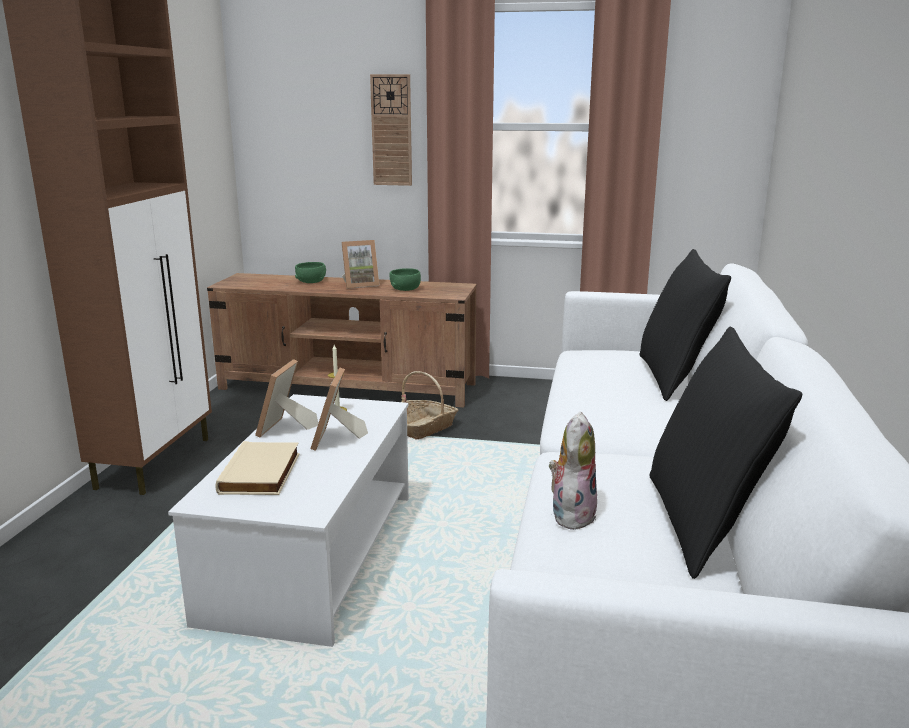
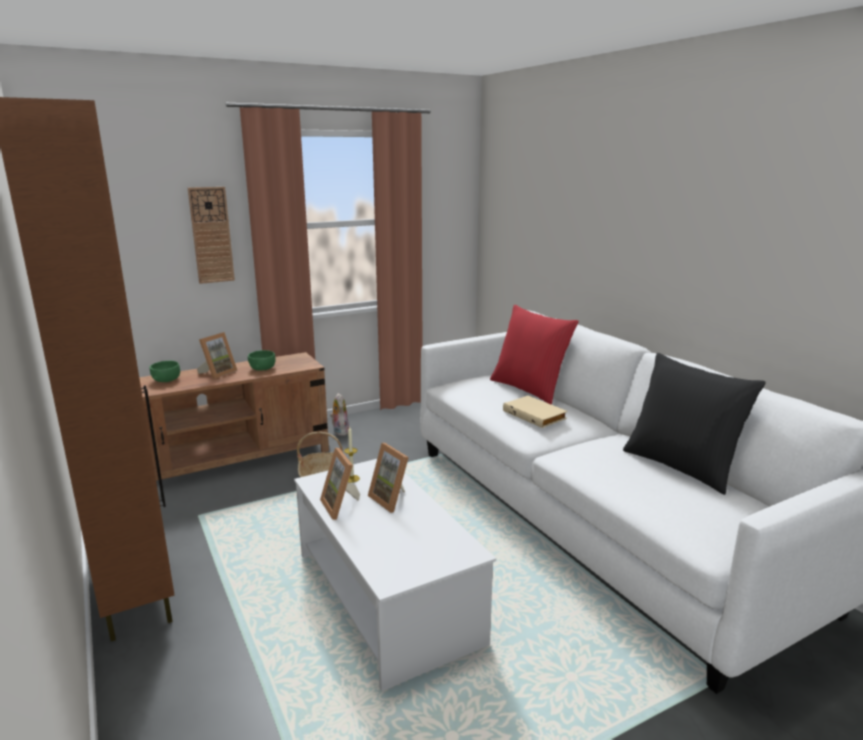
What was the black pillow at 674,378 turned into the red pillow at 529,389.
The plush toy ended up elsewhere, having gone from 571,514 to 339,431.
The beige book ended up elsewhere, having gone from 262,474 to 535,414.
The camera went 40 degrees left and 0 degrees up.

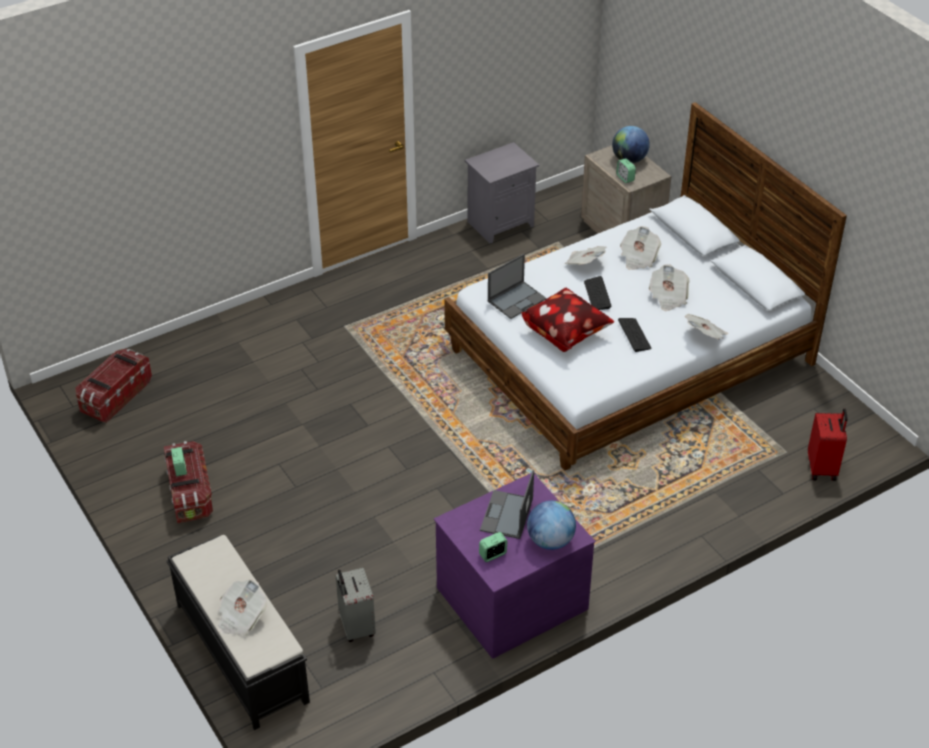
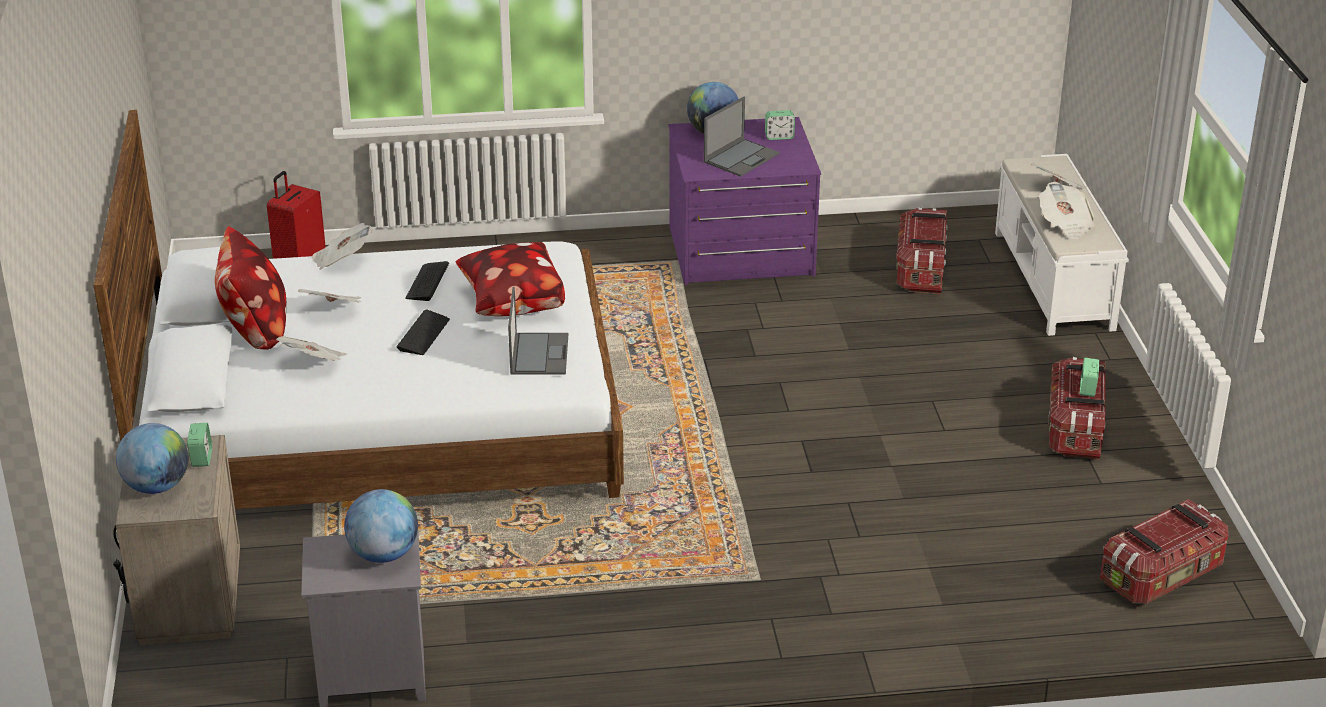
The newspaper ended up elsewhere, having gone from 584,264 to 1065,225.
The laptop at 517,299 ended up facing another way, 105 degrees clockwise from before.
What was the black bench at 241,652 turned into the white bench at 1054,281.
Where the grey suitcase stood at 355,627, the storage box came to stand at 921,270.
The second view gained the pillow at 255,328.
The second view gained the globe at 383,554.
The camera went 155 degrees left and 10 degrees down.

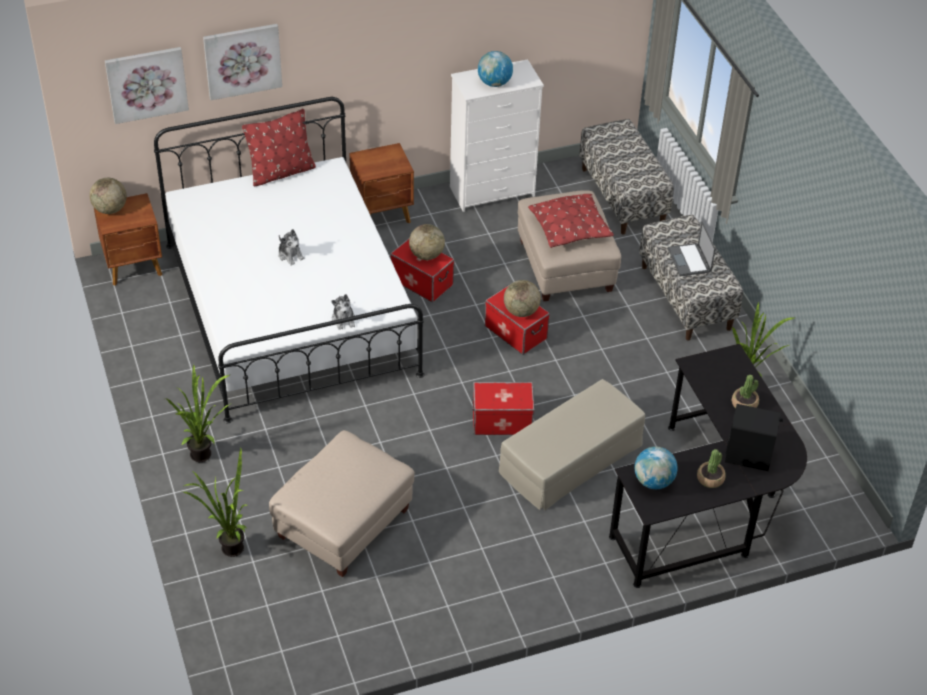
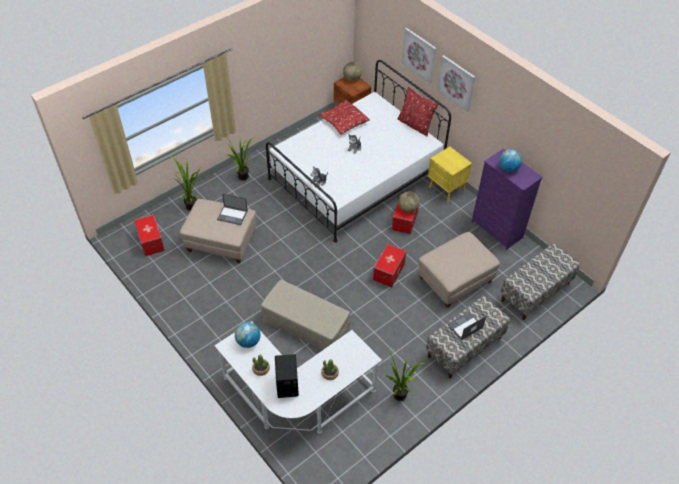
The picture ended up elsewhere, having gone from 146,84 to 456,83.
What was the white dresser at 493,192 turned into the purple dresser at 497,230.
What was the brown nightstand at 383,215 turned into the yellow nightstand at 446,189.
The red pillow ended up elsewhere, having gone from 570,229 to 343,122.
The second view lost the globe at 521,311.
What was the black desk at 708,505 turned into the white desk at 297,399.
The storage box ended up elsewhere, having gone from 502,421 to 151,242.
The second view gained the laptop at 232,215.
The camera went 70 degrees right and 5 degrees up.

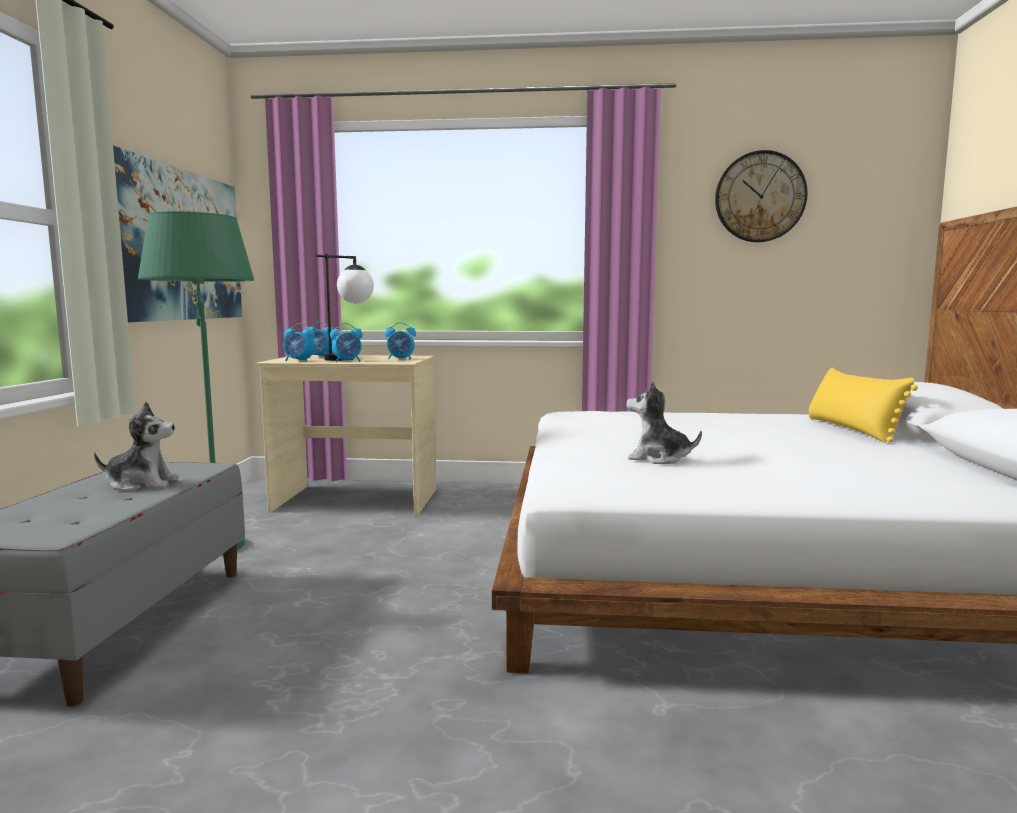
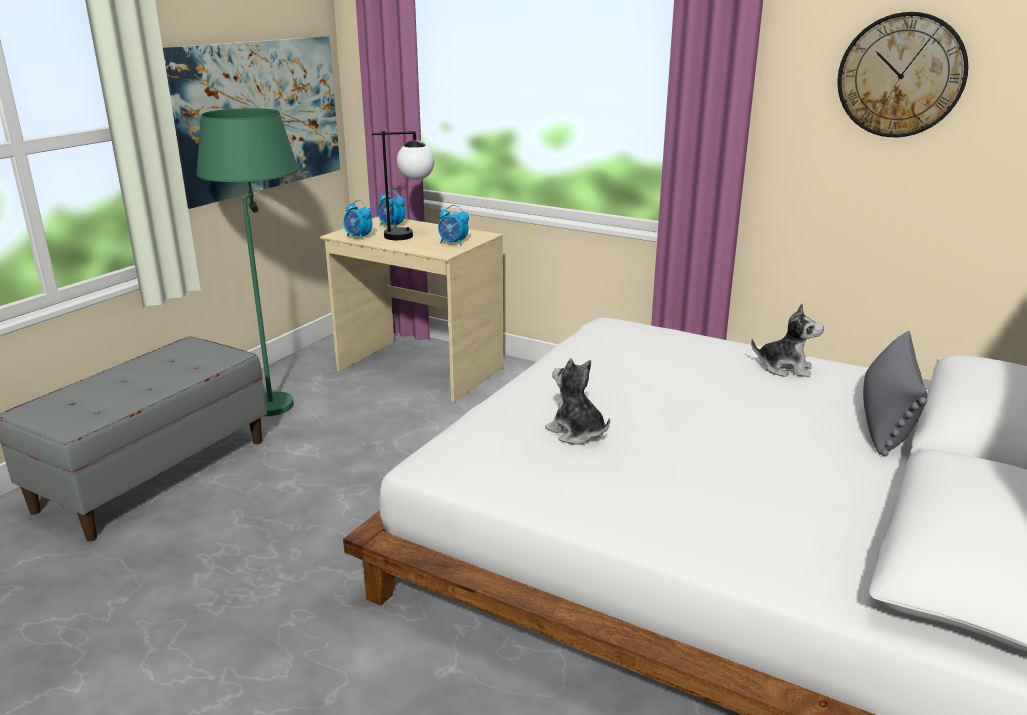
The second view lost the alarm clock at 347,361.
What was the yellow pillow at 852,430 turned into the grey pillow at 886,419.
The plush toy ended up elsewhere, having gone from 142,484 to 785,368.
The camera went 25 degrees right and 15 degrees up.

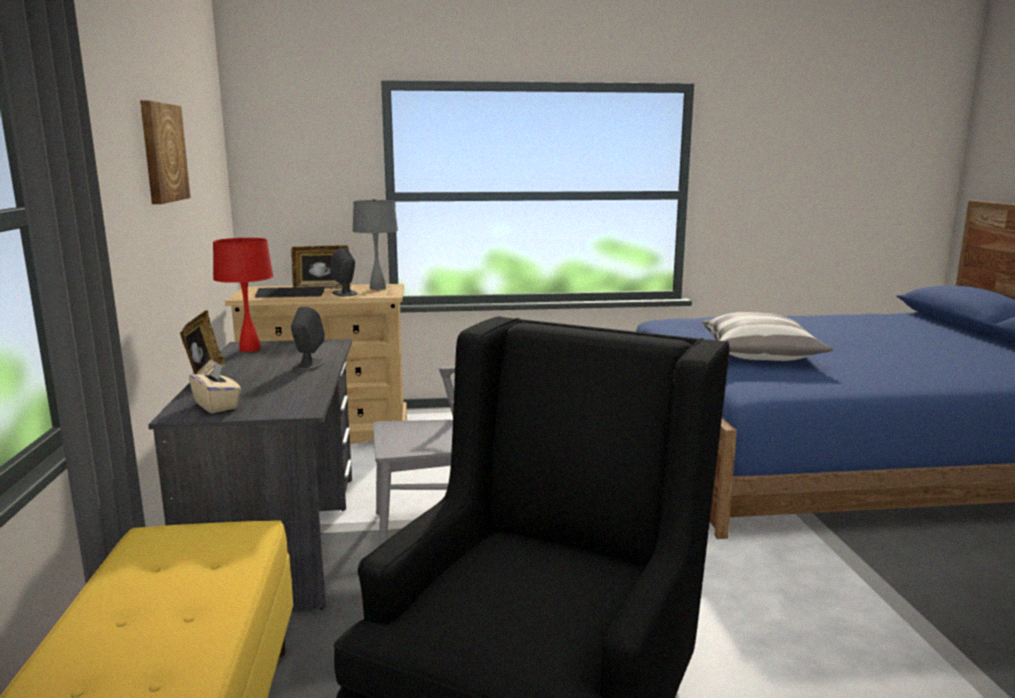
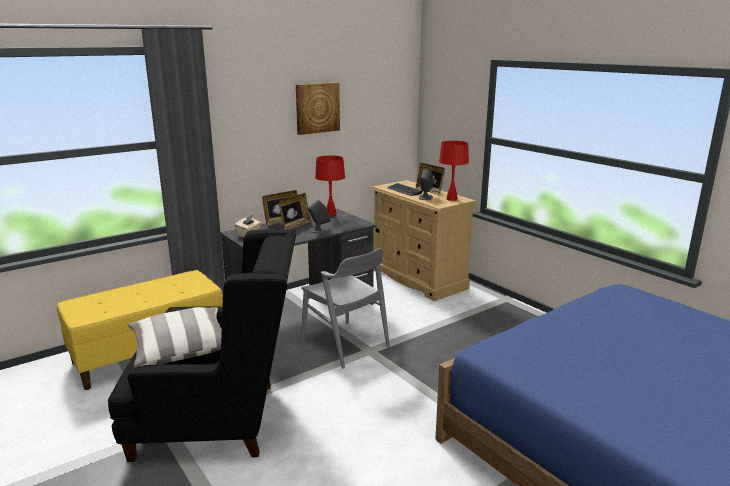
What was the grey table lamp at 377,288 turned into the red table lamp at 451,199.
The pillow ended up elsewhere, having gone from 759,354 to 181,349.
The second view gained the picture frame at 295,226.
The camera went 60 degrees right and 5 degrees up.

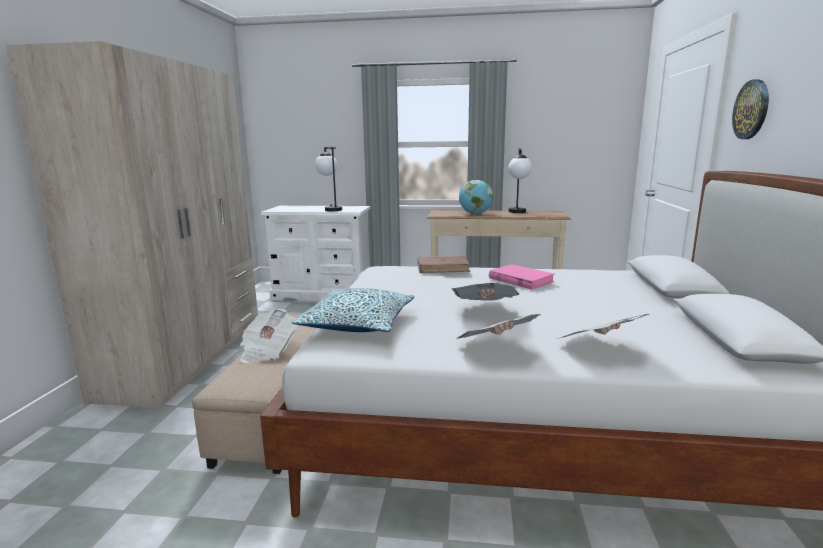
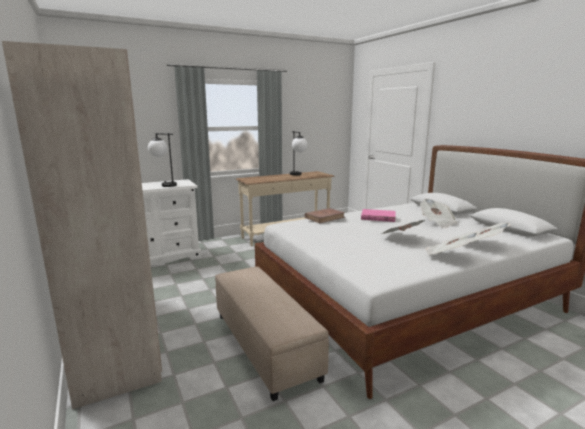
The second view lost the wall clock at 751,109.
The second view lost the globe at 475,214.
The second view lost the pillow at 357,324.
The newspaper ended up elsewhere, having gone from 268,351 to 437,222.
The camera went 35 degrees left and 0 degrees up.

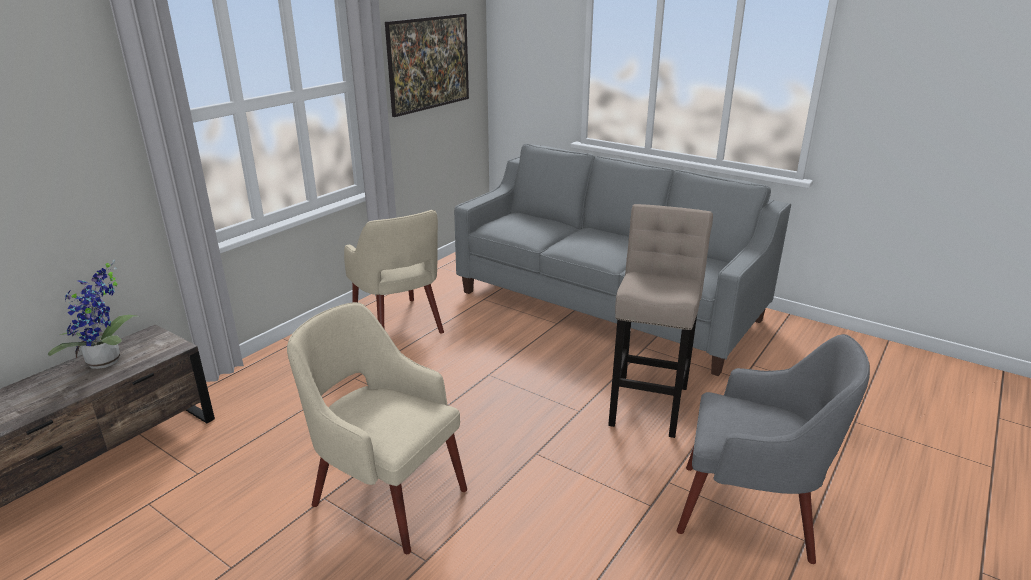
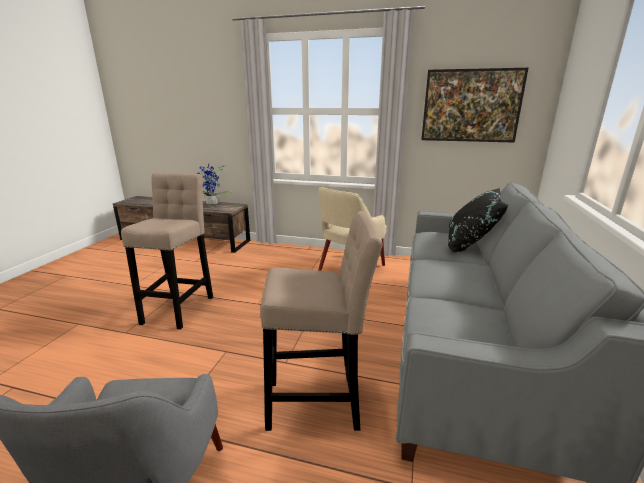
Where the beige armchair stood at 386,495, the beige stool came to stand at 180,307.
The second view gained the black pillow at 470,244.
The camera went 70 degrees right and 5 degrees down.

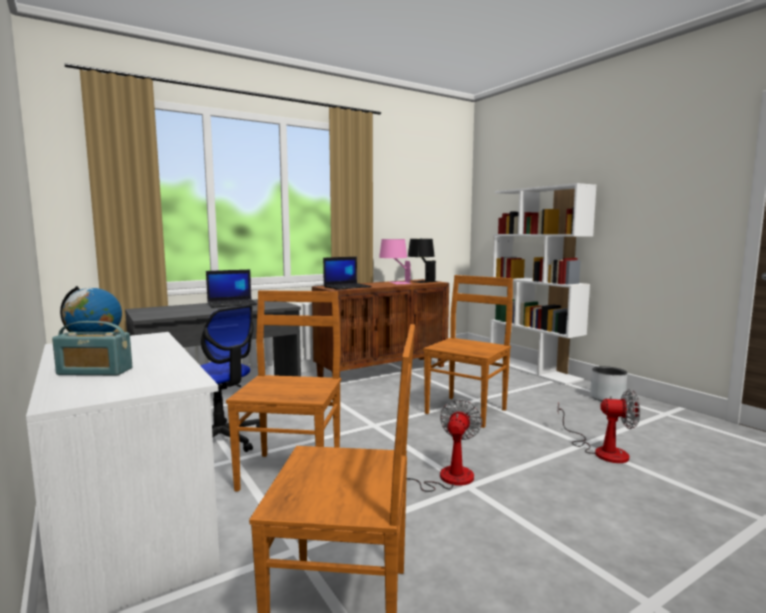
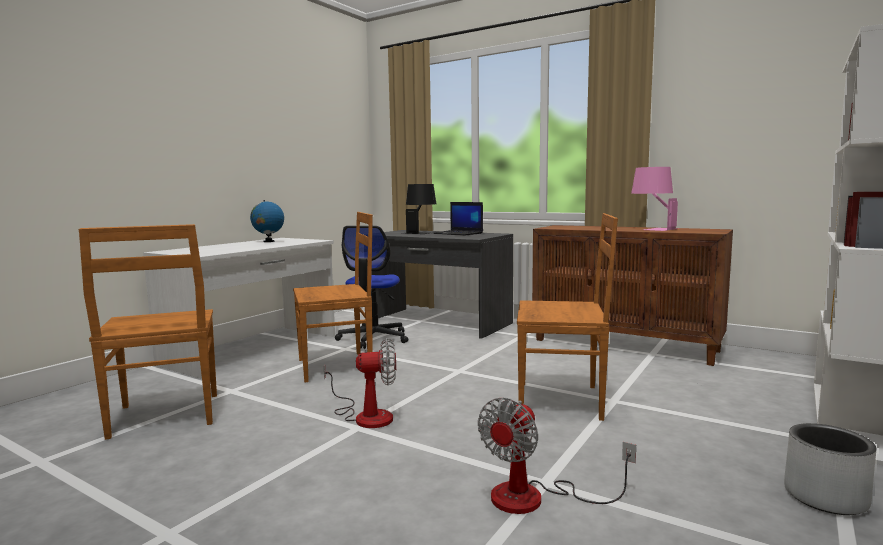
The black table lamp ended up elsewhere, having gone from 421,281 to 420,232.
The second view lost the laptop at 347,287.
The second view lost the radio at 95,371.
The fan at 601,450 ended up facing another way, 45 degrees clockwise from before.
The camera went 65 degrees right and 0 degrees up.

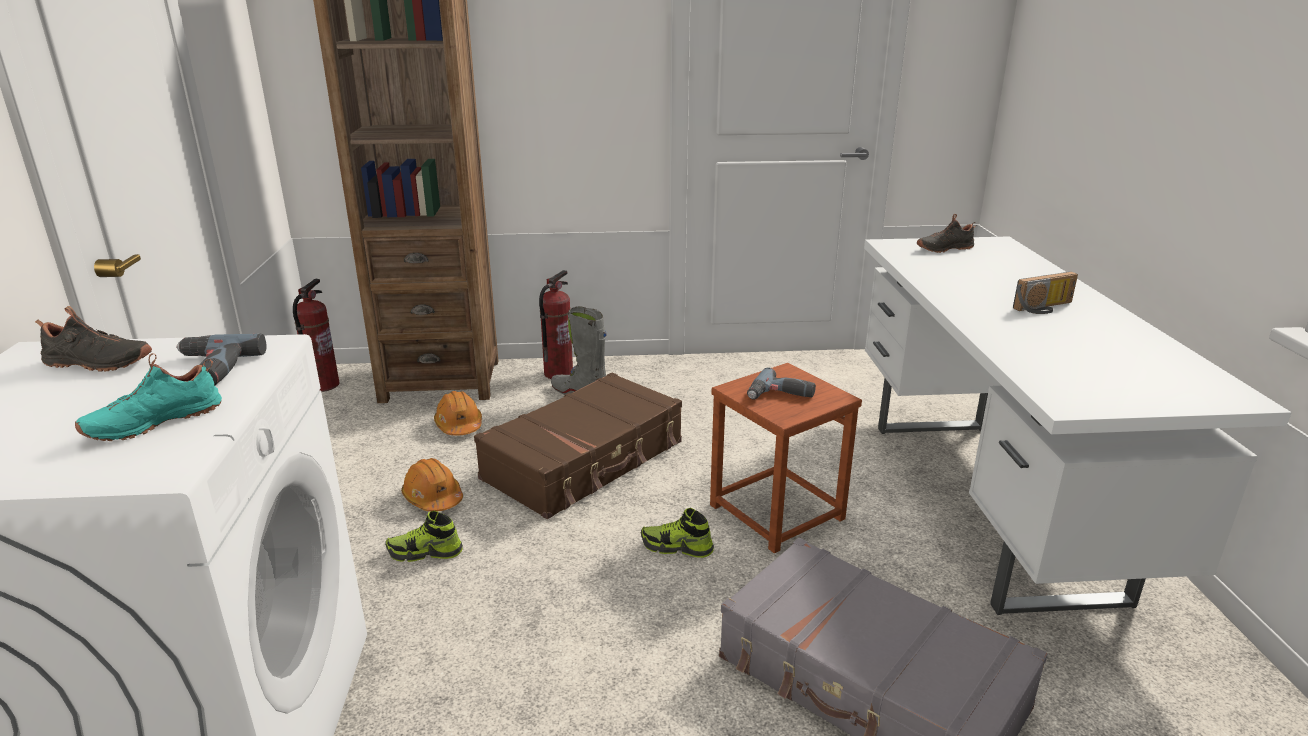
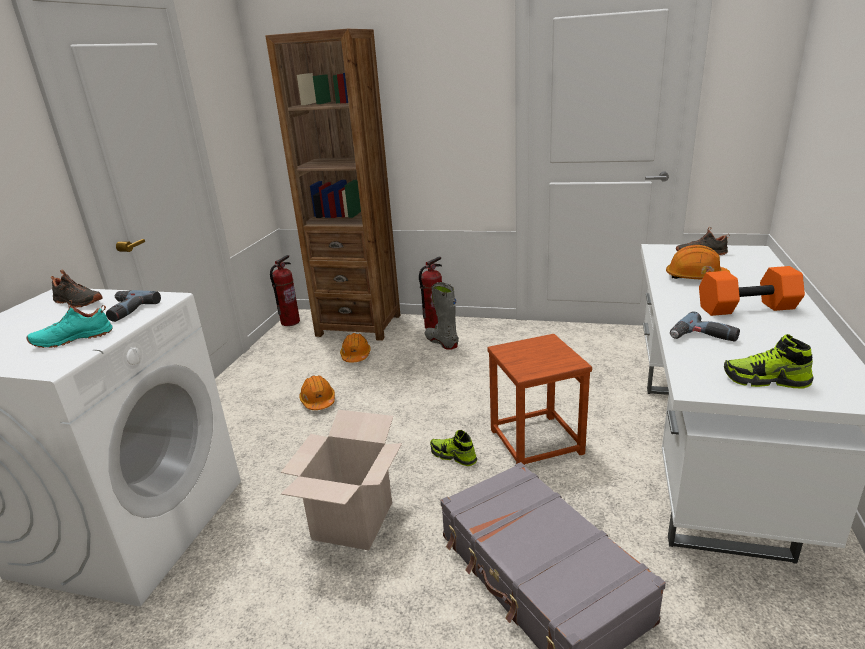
Where the radio stood at 1045,308, the orange dumbbell came to stand at 747,307.
The power drill ended up elsewhere, having gone from 780,396 to 703,337.
The second view lost the brown suitcase at 585,461.
The shoe ended up elsewhere, having gone from 425,553 to 765,380.
The second view gained the orange hard hat at 695,277.
The second view gained the cardboard box at 352,521.
The camera went 20 degrees right and 0 degrees up.

